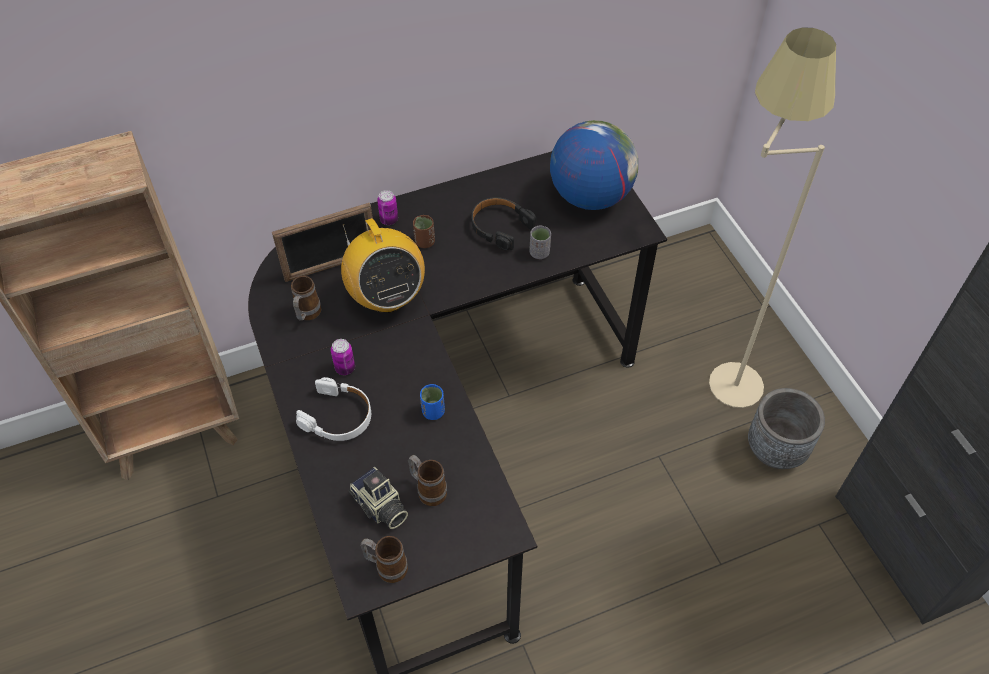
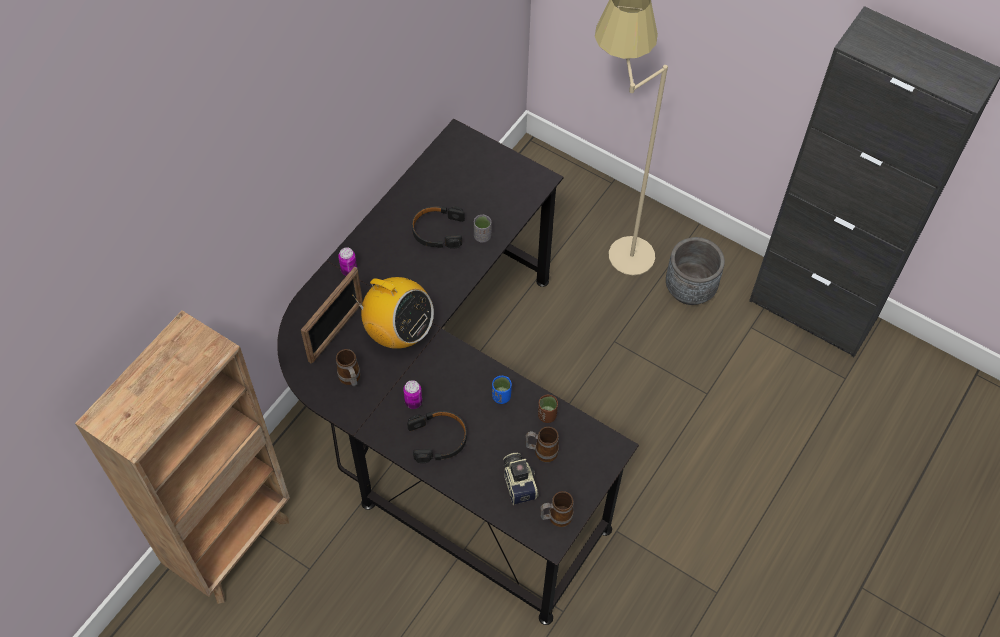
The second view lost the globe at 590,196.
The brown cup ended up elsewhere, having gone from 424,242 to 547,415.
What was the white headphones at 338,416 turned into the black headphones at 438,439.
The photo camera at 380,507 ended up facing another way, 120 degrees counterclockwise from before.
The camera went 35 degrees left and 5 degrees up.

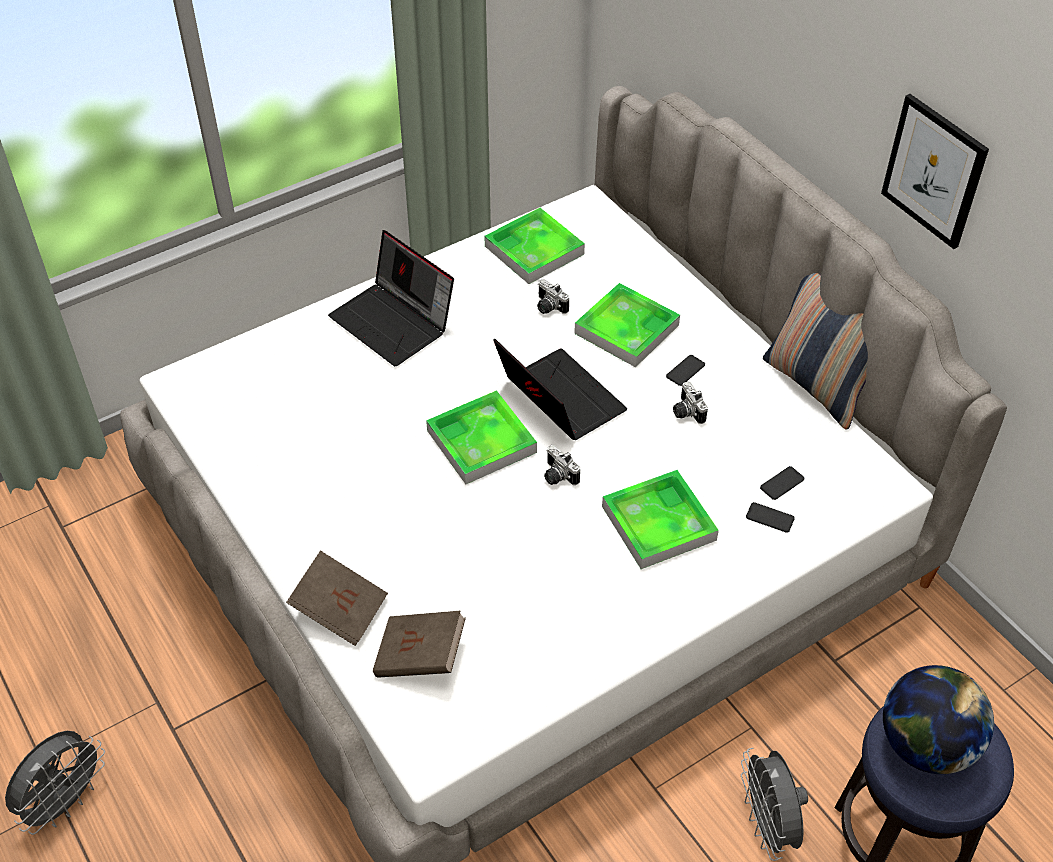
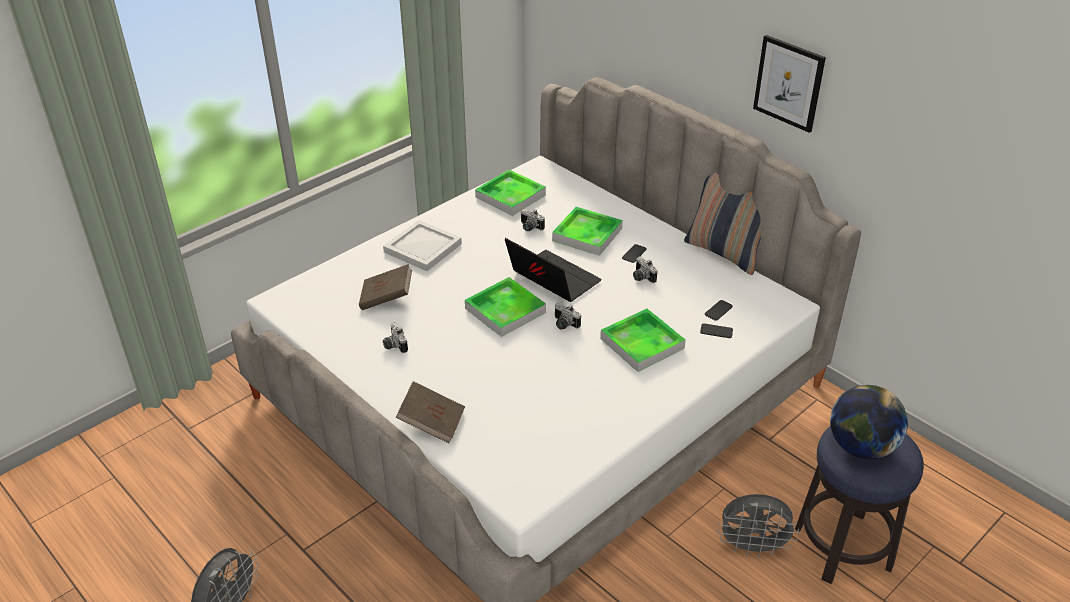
Where the laptop stood at 394,322, the white tray came to stand at 424,248.
The brown book ended up elsewhere, having gone from 420,657 to 386,298.
The grey fan at 768,826 ended up facing another way, 60 degrees counterclockwise from before.
The second view gained the photo camera at 394,345.
The camera went 10 degrees left and 10 degrees down.

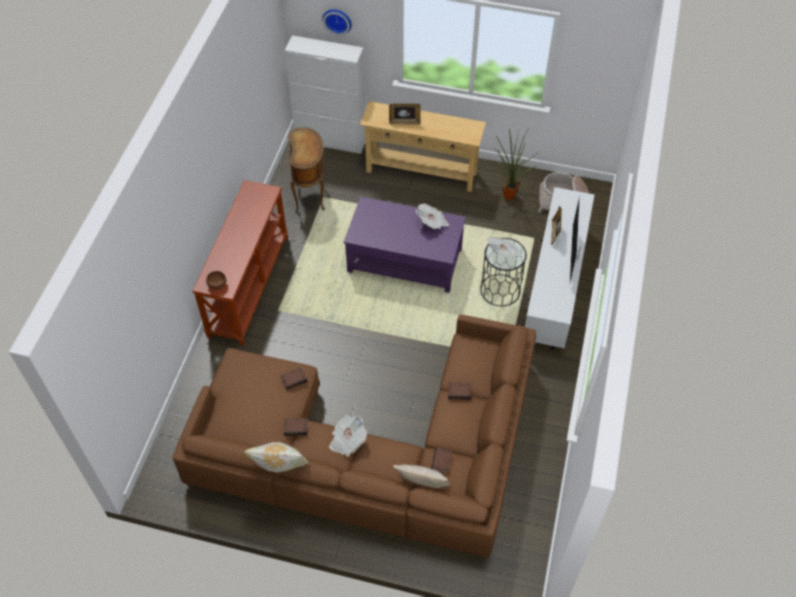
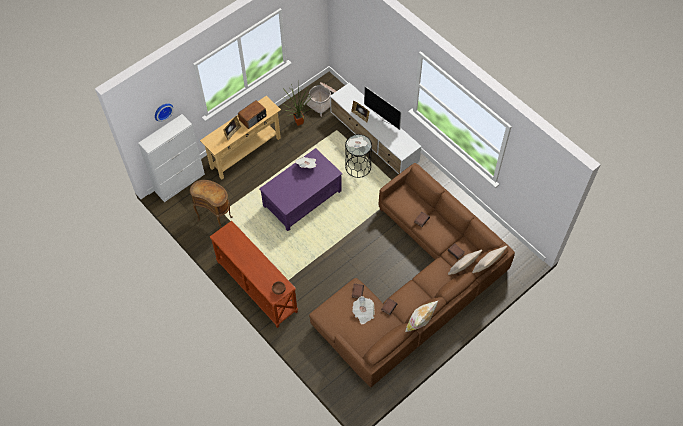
The newspaper ended up elsewhere, having gone from 347,440 to 363,313.
The second view gained the radio at 253,118.
The second view gained the beige pillow at 487,266.
The camera went 55 degrees left and 5 degrees up.

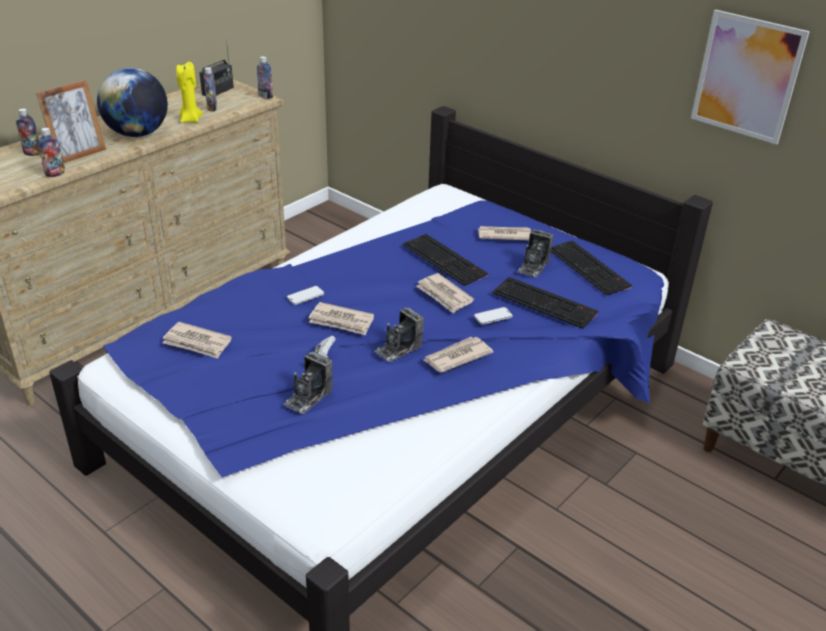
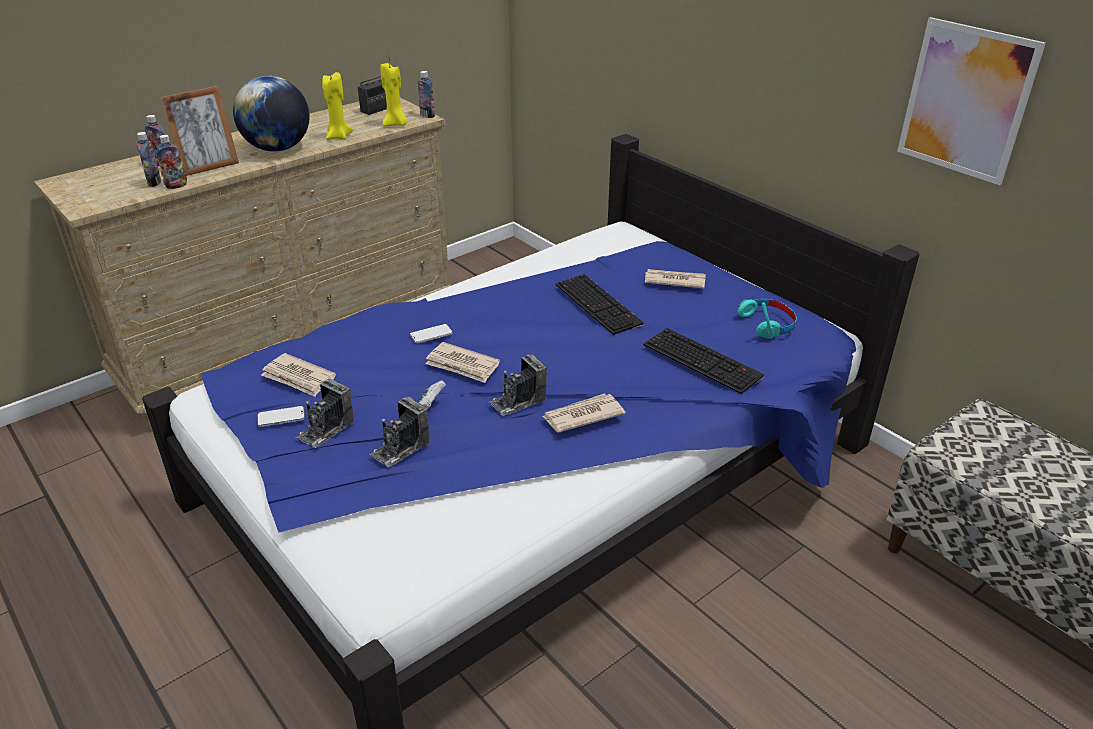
The bottle ended up elsewhere, having gone from 212,108 to 154,183.
The photo camera ended up elsewhere, having gone from 533,266 to 326,429.
Where the keyboard stood at 590,268, the turquoise headphones came to stand at 767,324.
The second view lost the newspaper at 444,295.
The phone ended up elsewhere, having gone from 493,317 to 281,418.
The second view gained the yellow candle at 396,124.
The camera went 10 degrees right and 0 degrees up.

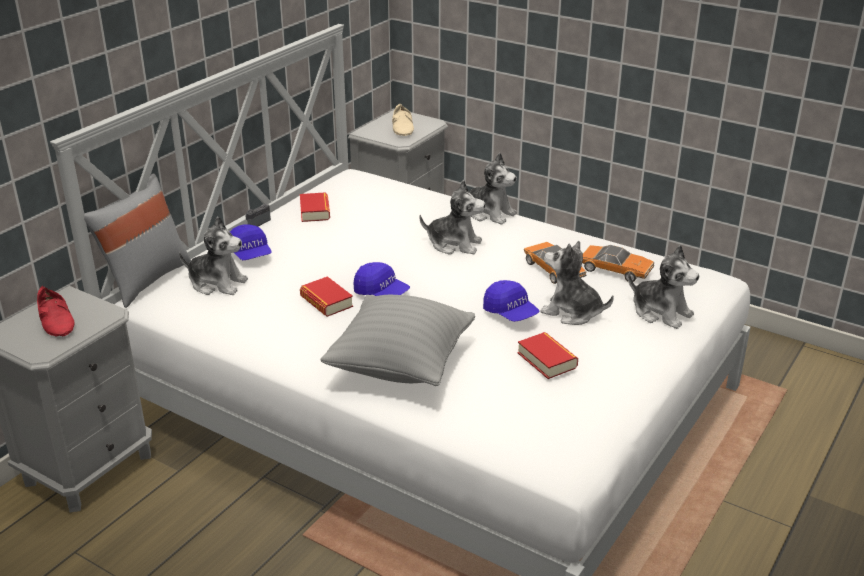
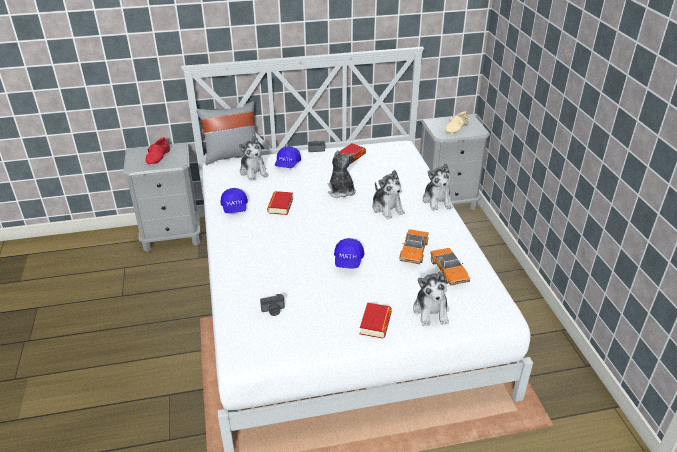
The plush toy ended up elsewhere, having gone from 572,312 to 341,191.
The blue cap ended up elsewhere, having gone from 381,293 to 235,208.
The second view lost the grey pillow at 400,366.
The book ended up elsewhere, having gone from 547,360 to 375,323.
The second view gained the photo camera at 273,311.
The camera went 45 degrees right and 5 degrees up.

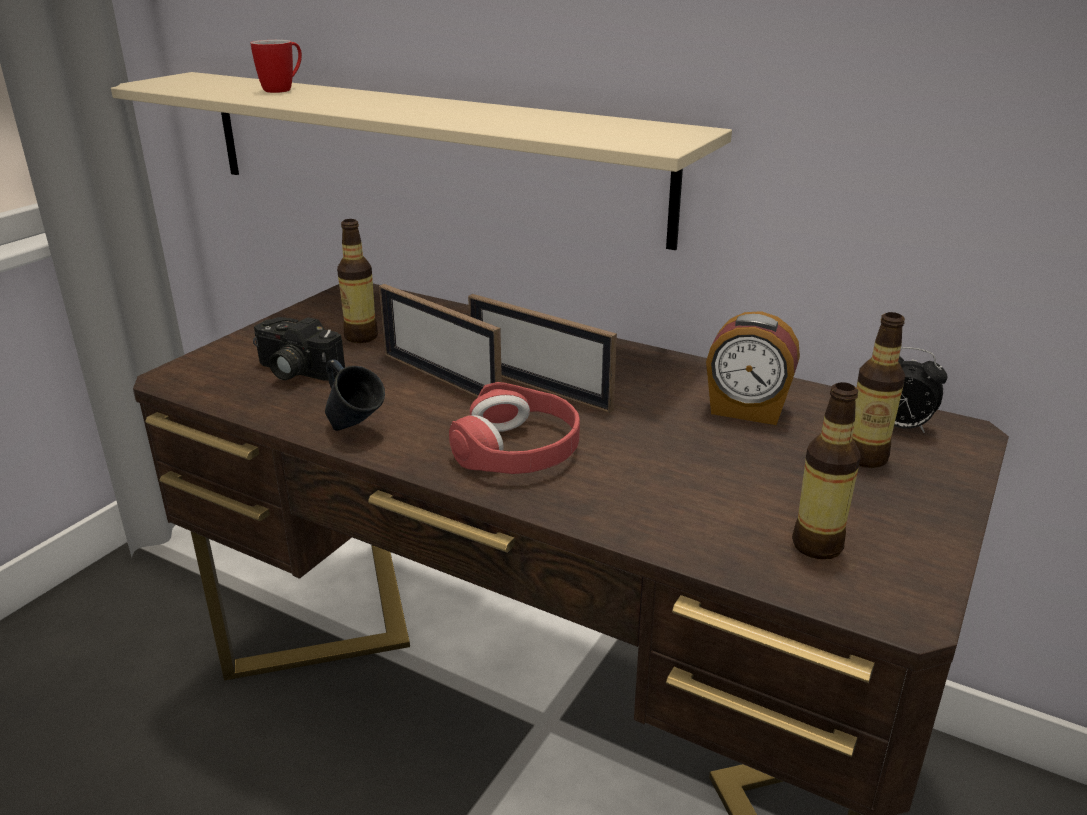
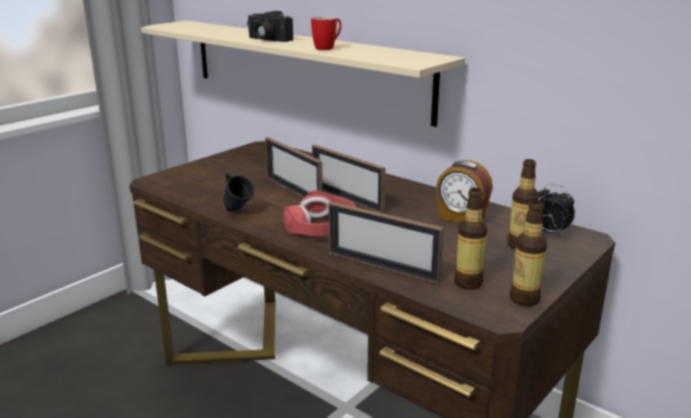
The mug ended up elsewhere, having gone from 283,89 to 328,48.
The bottle ended up elsewhere, having gone from 361,337 to 524,299.
The photo camera ended up elsewhere, having gone from 294,371 to 266,39.
The second view gained the picture frame at 382,267.
The camera went 10 degrees right and 5 degrees down.

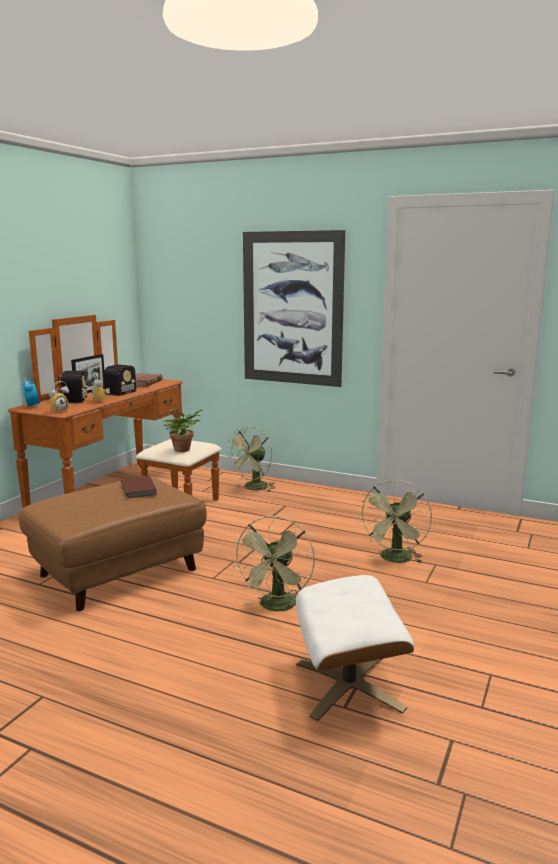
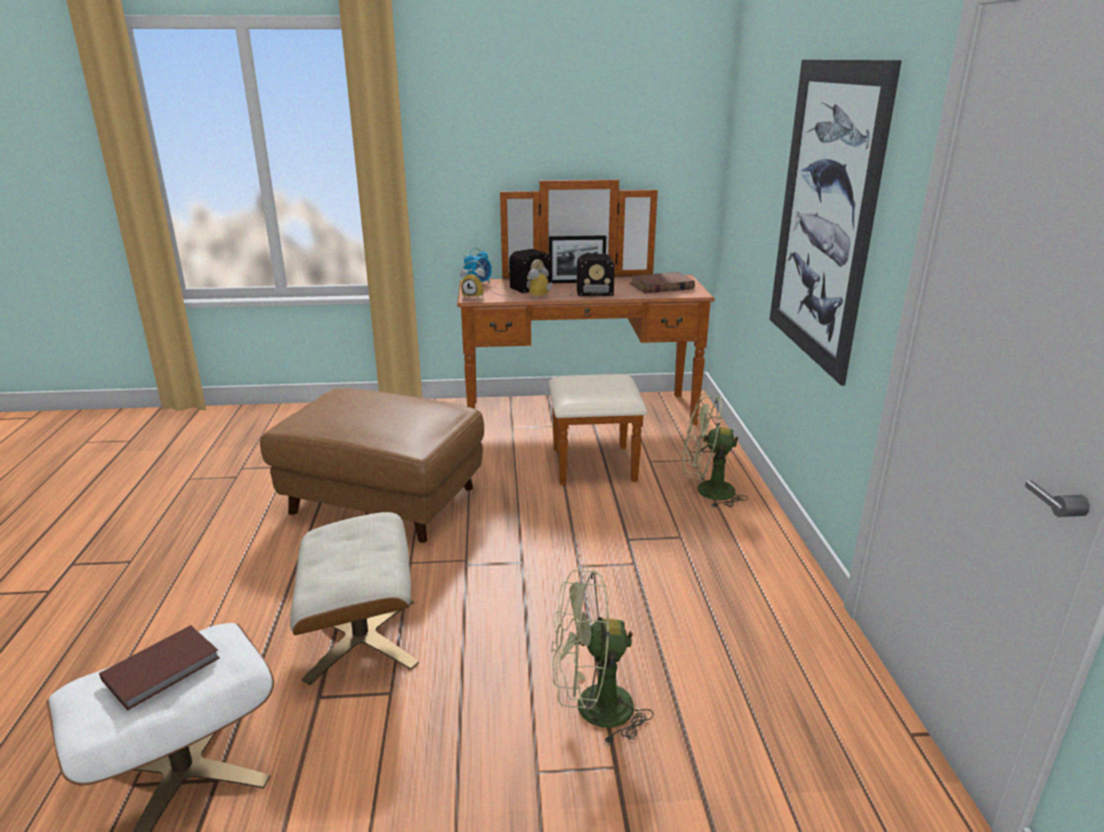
The second view lost the potted plant at 183,449.
The brown book ended up elsewhere, having gone from 140,488 to 164,669.
Where the green fan stood at 277,607, the beige ottoman came to stand at 362,639.
The camera went 60 degrees right and 10 degrees up.

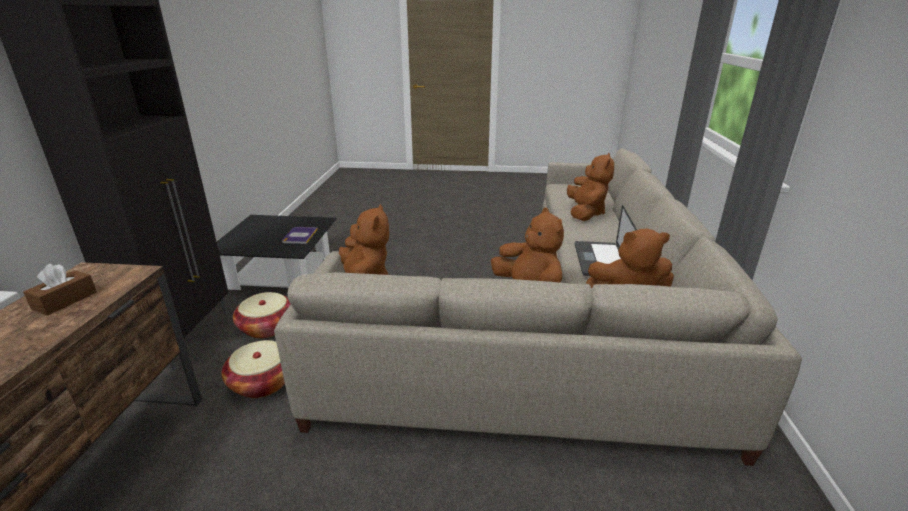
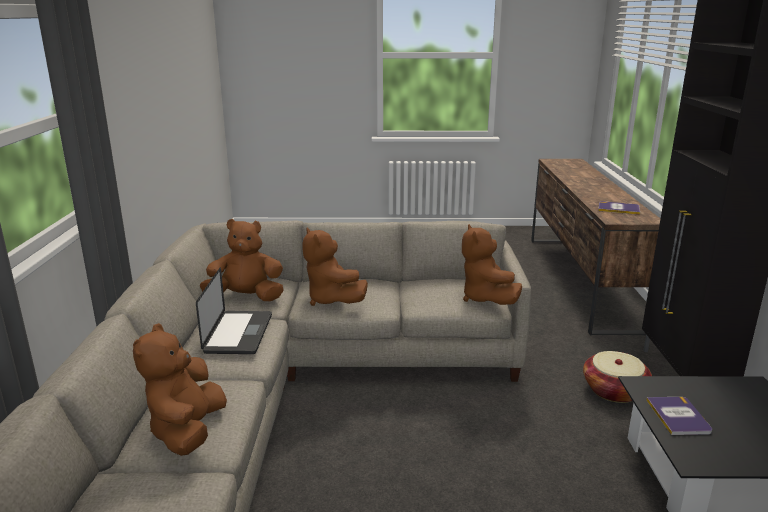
Where the brown tissue box stood at 65,301, the book came to stand at 618,208.
The second view lost the basket at 263,382.
The camera went 175 degrees right and 5 degrees down.

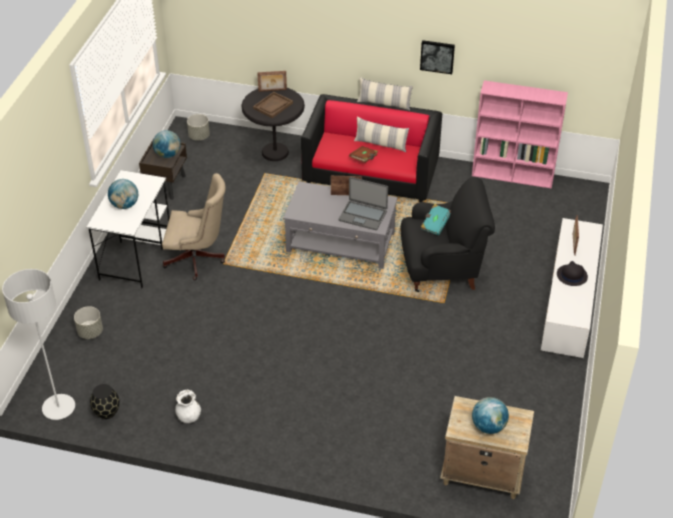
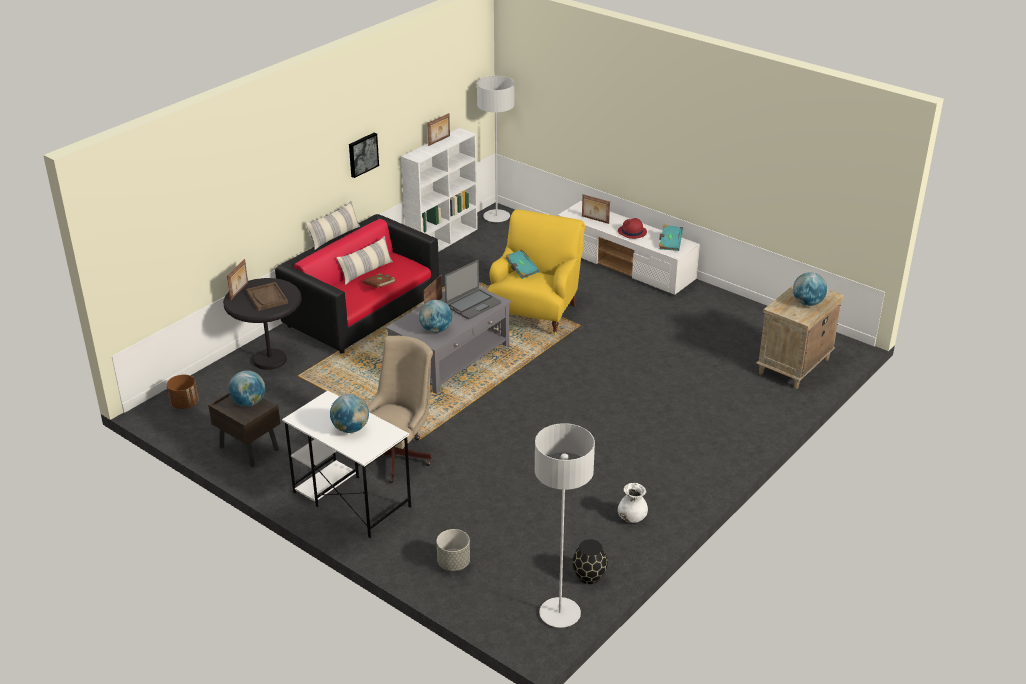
What was the pink bookcase at 513,175 turned into the white bookcase at 442,241.
What was the grey planter at 199,136 turned into the brown planter at 184,404.
What was the black armchair at 442,269 turned into the yellow armchair at 535,313.
What was the black hat at 571,275 turned into the red hat at 632,232.
The second view gained the grey floor lamp at 496,217.
The second view gained the picture frame at 439,141.
The second view gained the turquoise book at 670,243.
The second view gained the globe at 436,330.
The camera went 65 degrees left and 10 degrees down.

